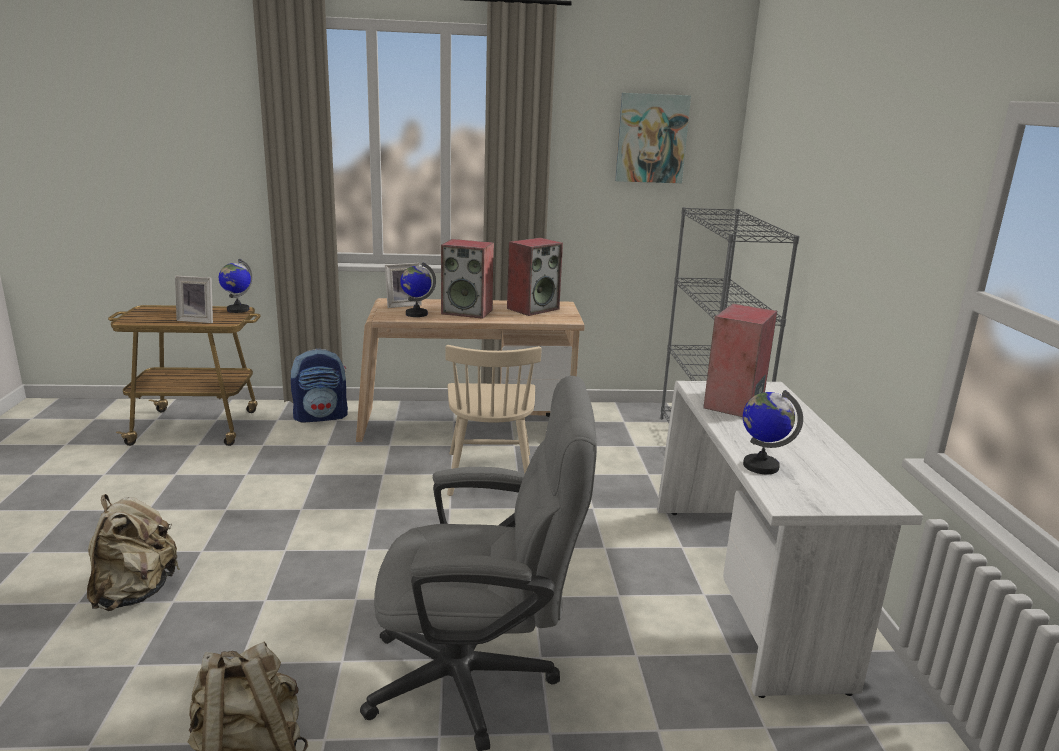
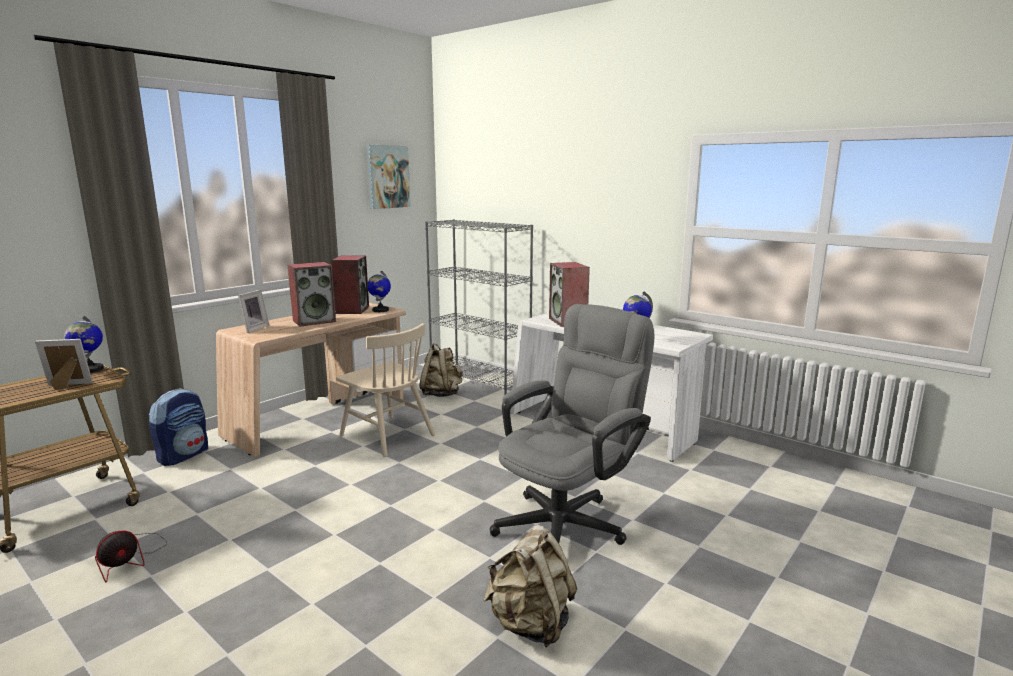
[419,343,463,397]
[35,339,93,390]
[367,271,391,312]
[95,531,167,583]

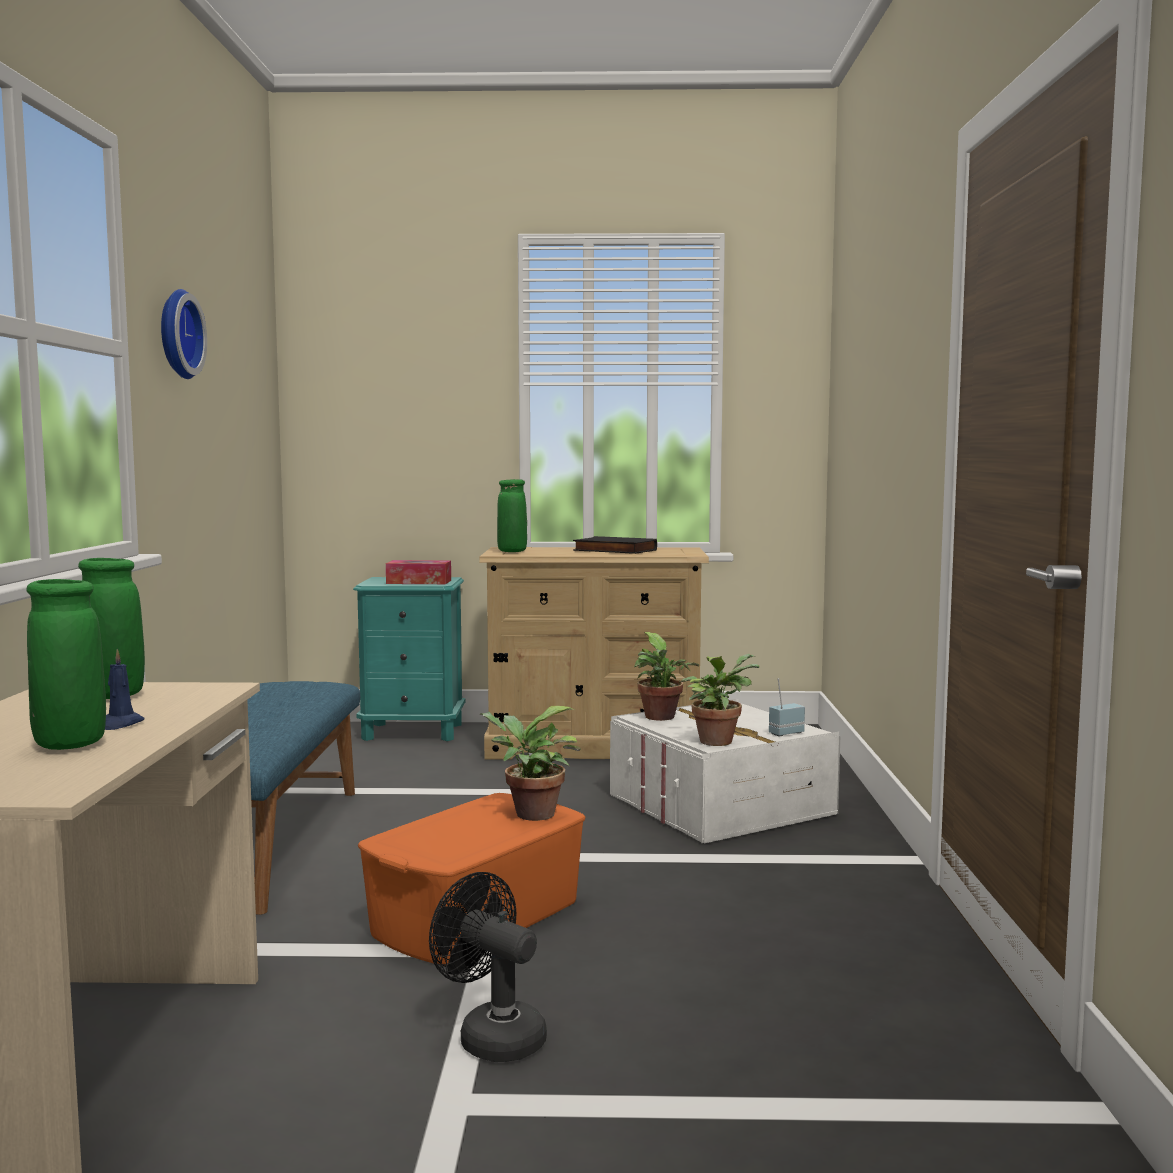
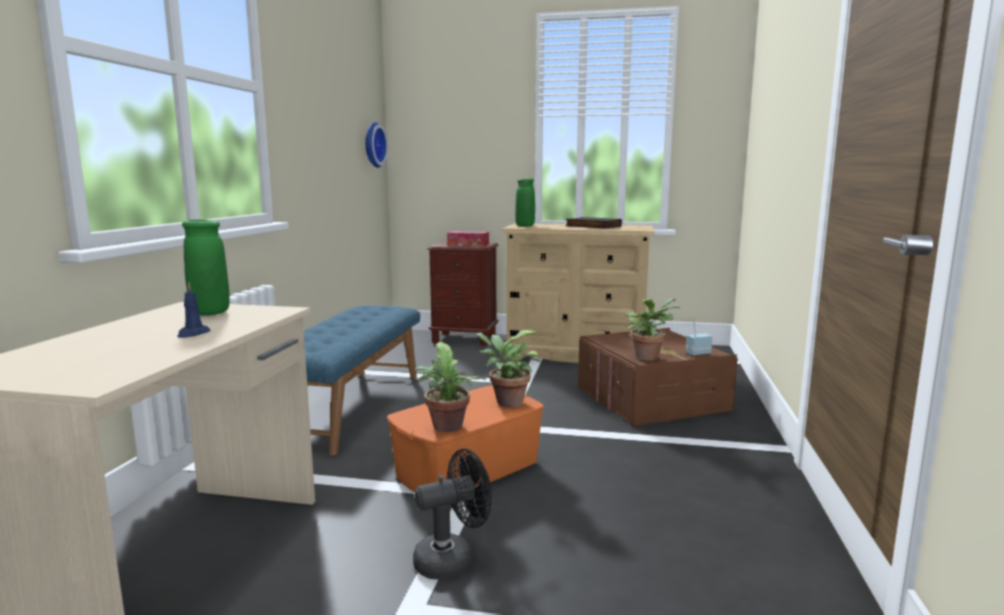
[26,579,106,750] (first image)
[365,122,388,168]
[427,242,498,346]
[413,449,492,580]
[578,328,738,426]
[414,342,486,432]

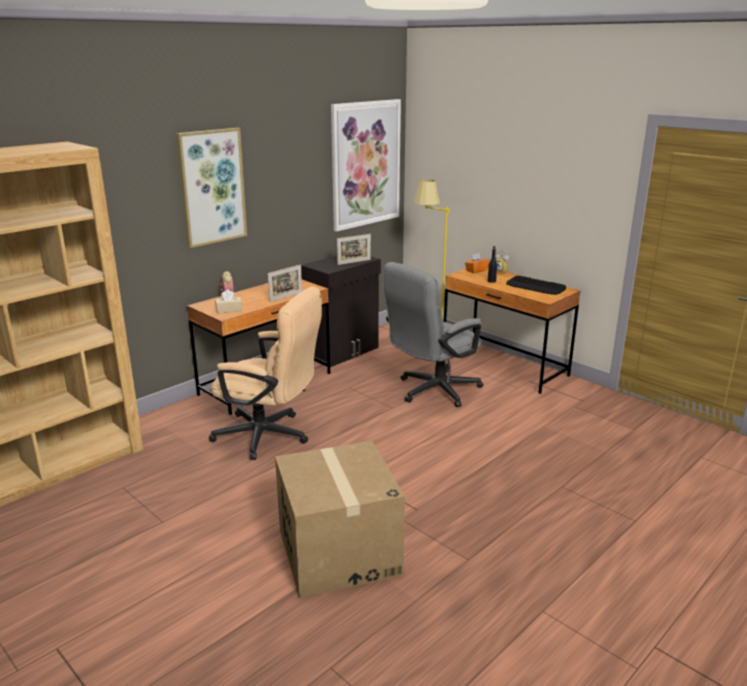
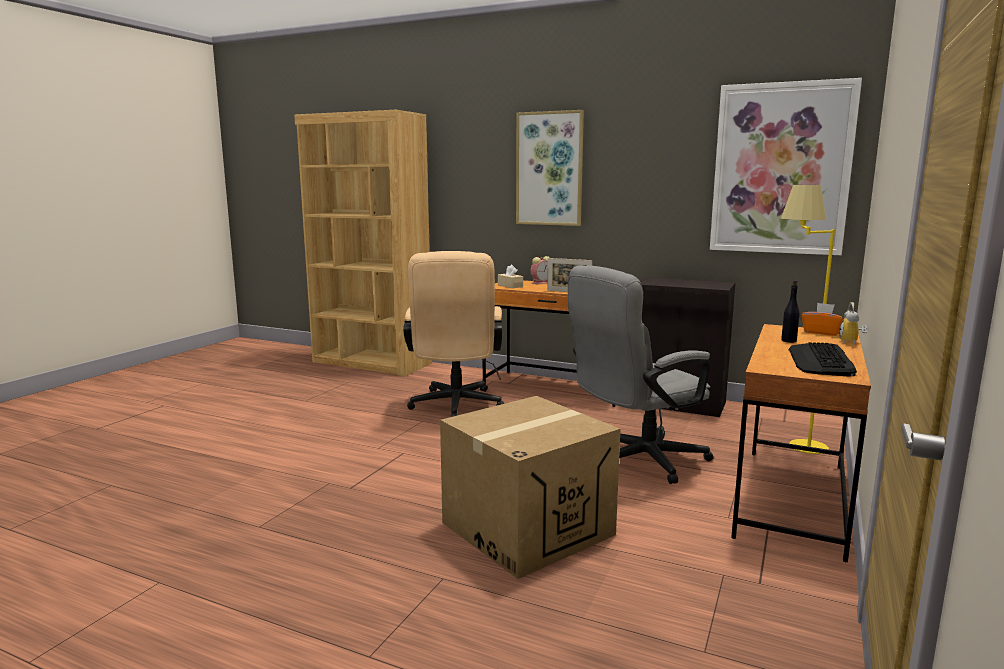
[440,396,621,579]
[337,234,371,265] (first image)
[568,265,713,484]

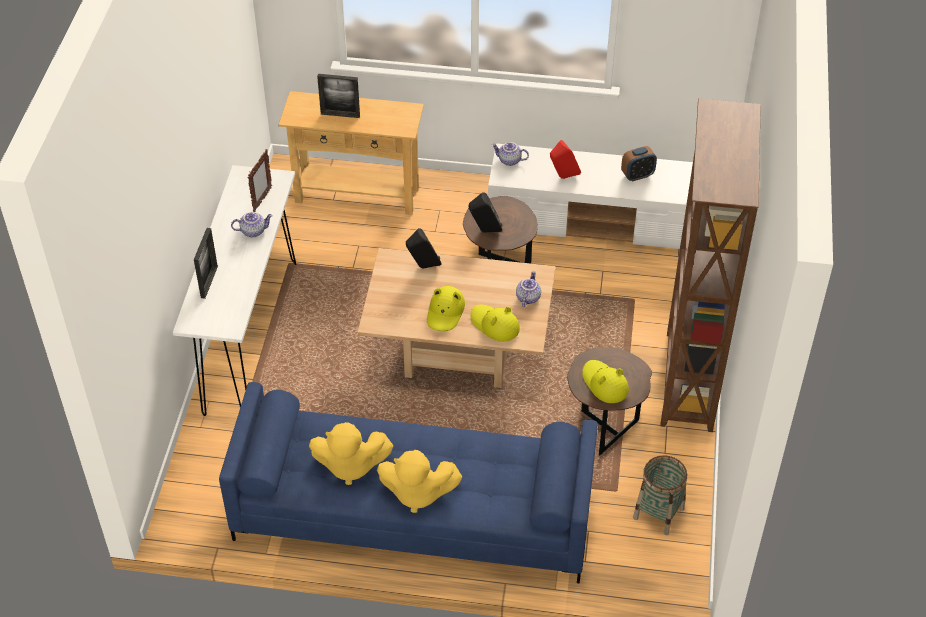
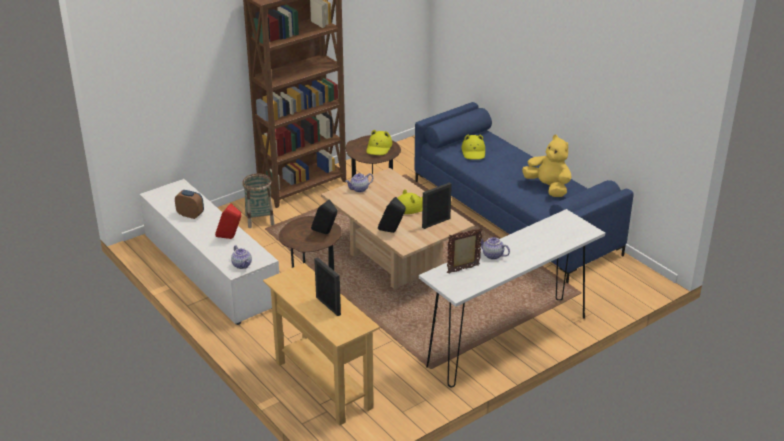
[422,182,452,229]
[377,450,462,513] (first image)
[462,135,485,159]
[242,173,274,228]

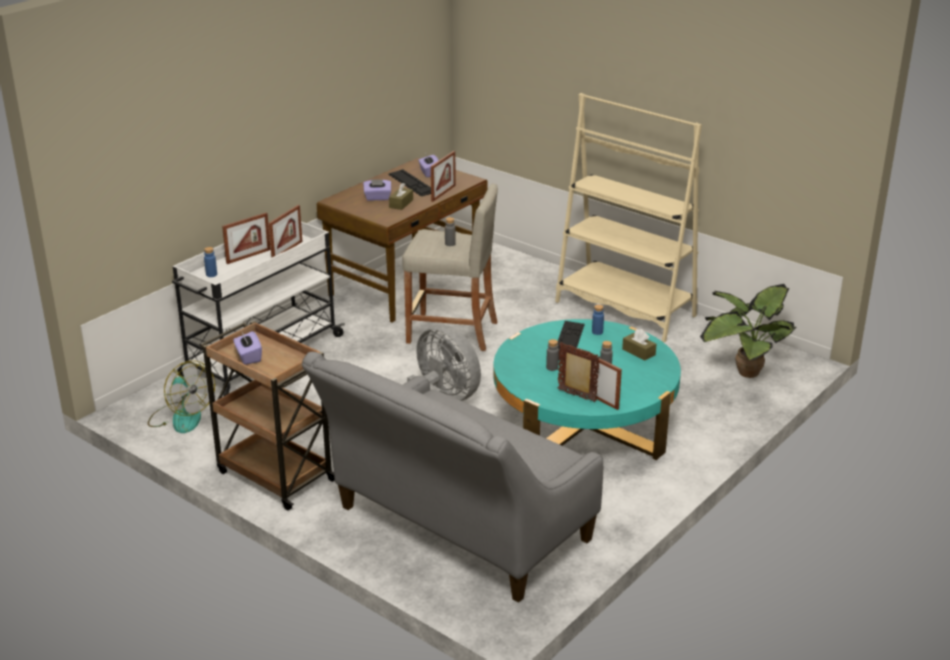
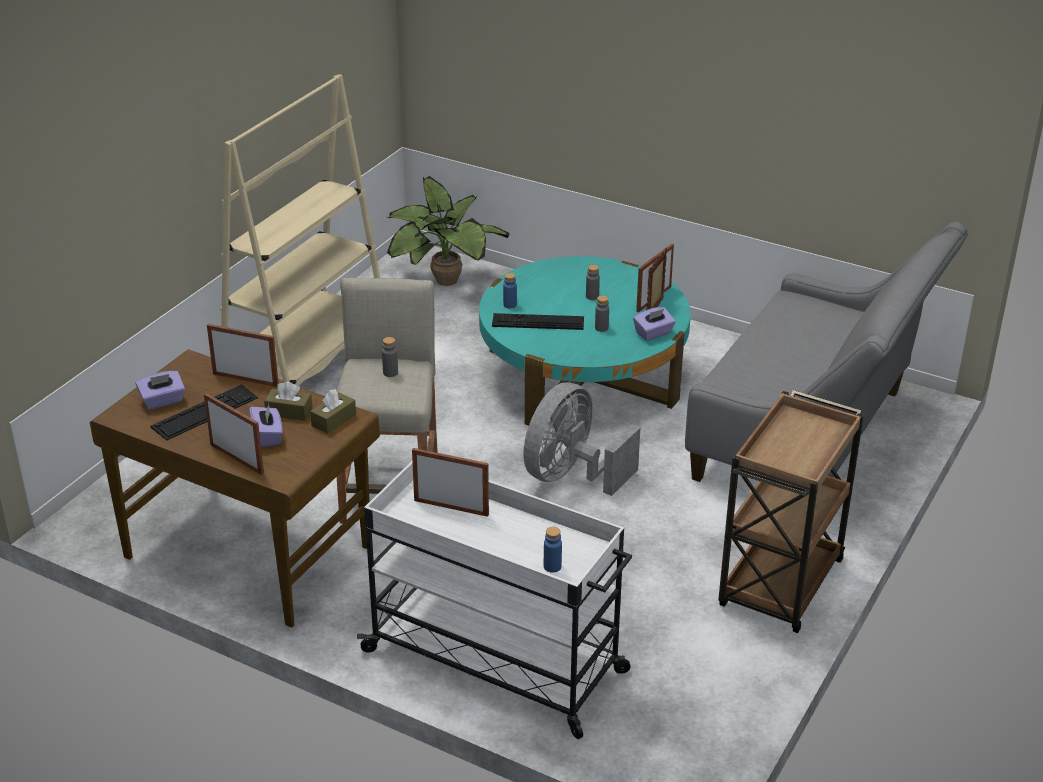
[148,360,215,433] (first image)
[204,393,264,475]
[633,307,676,341]
[310,389,356,434]

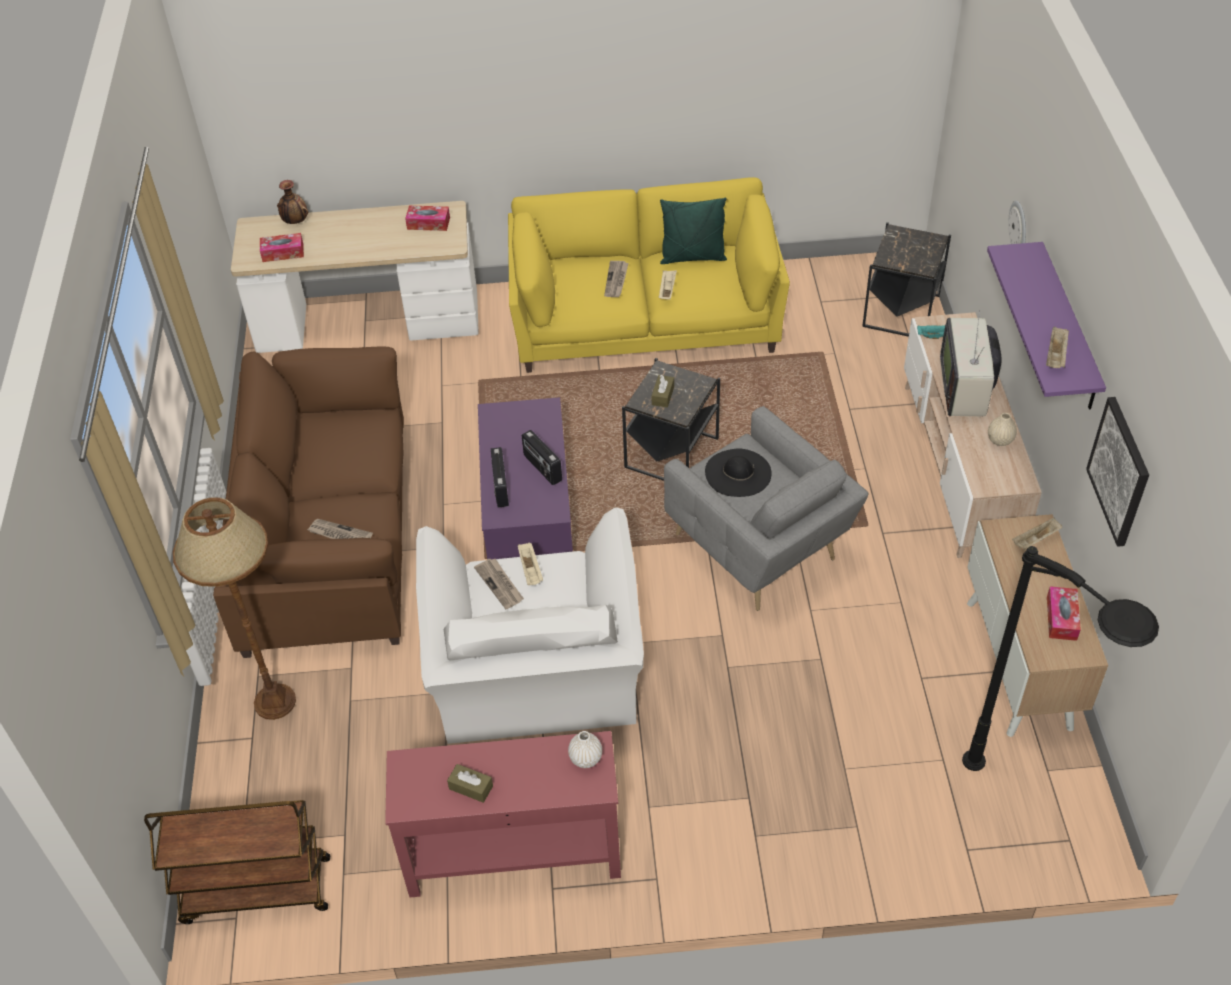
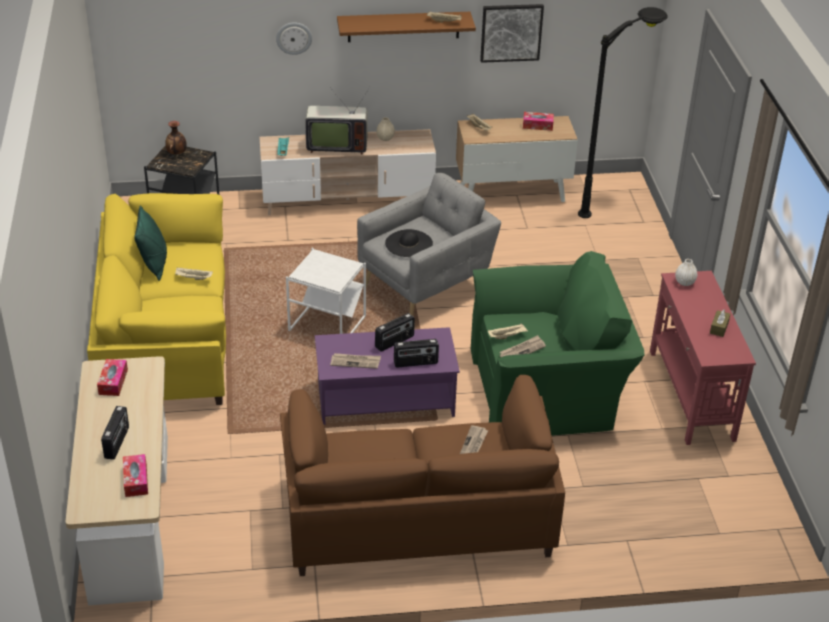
[144,800,330,924] (first image)
[173,497,296,720] (first image)
[165,121,187,154]
[471,251,644,436]
[330,353,381,369]
[286,248,366,334]
[652,375,674,408] (first image)
[337,12,476,42]
[101,406,129,460]

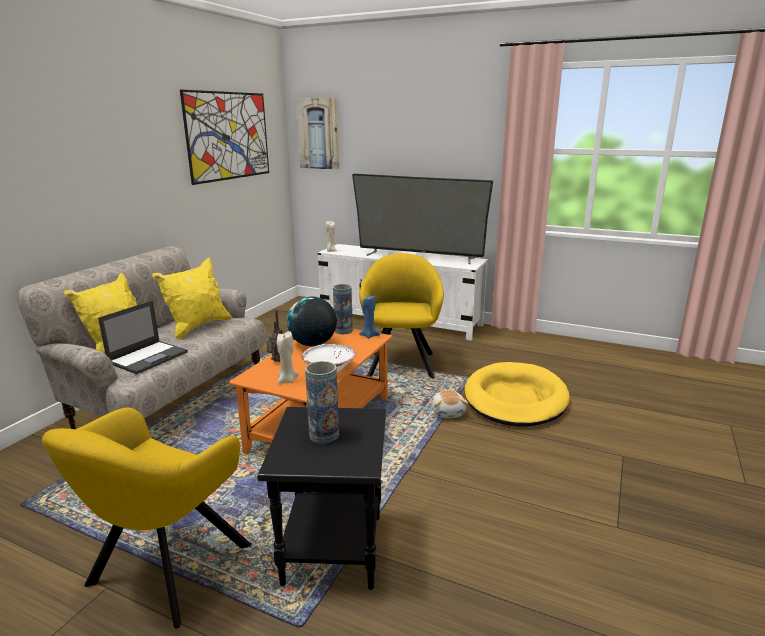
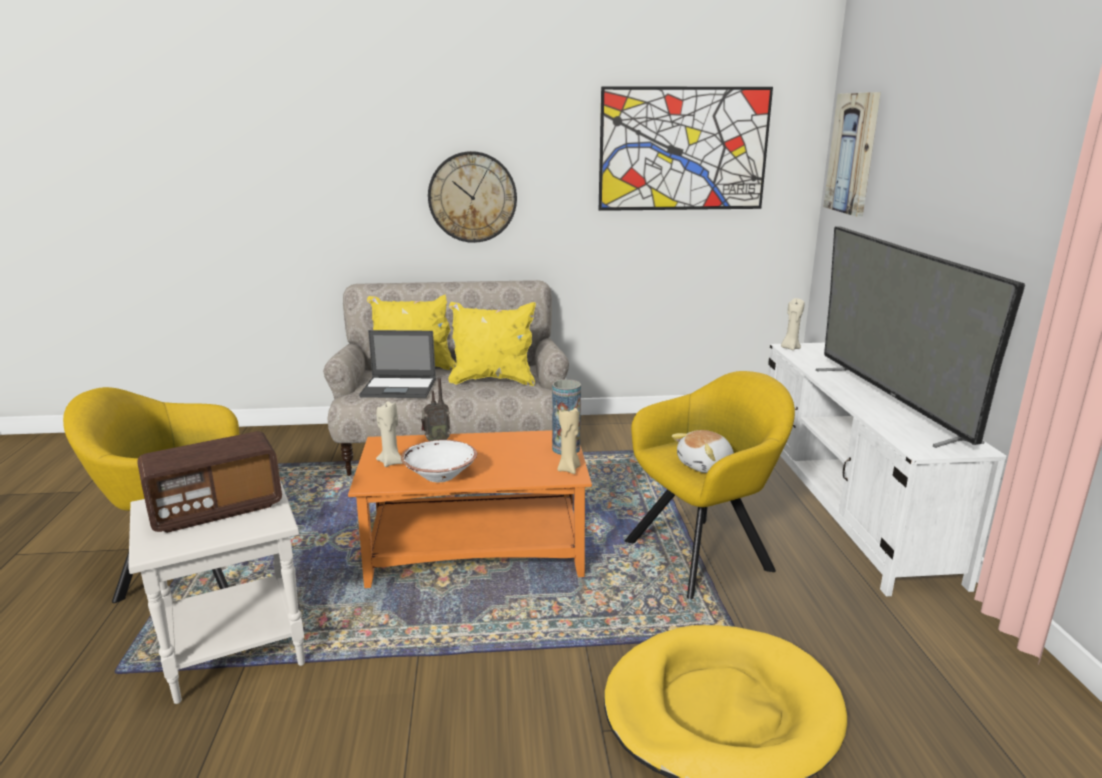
[128,480,305,704]
[287,297,337,346] (first image)
[137,431,282,533]
[557,408,581,474]
[672,430,734,473]
[428,151,517,243]

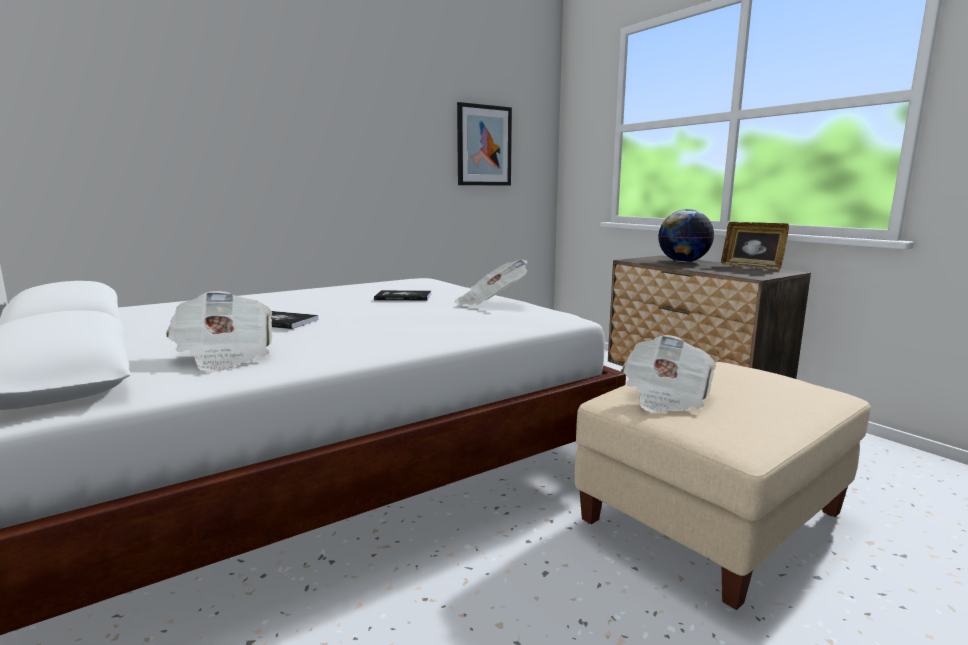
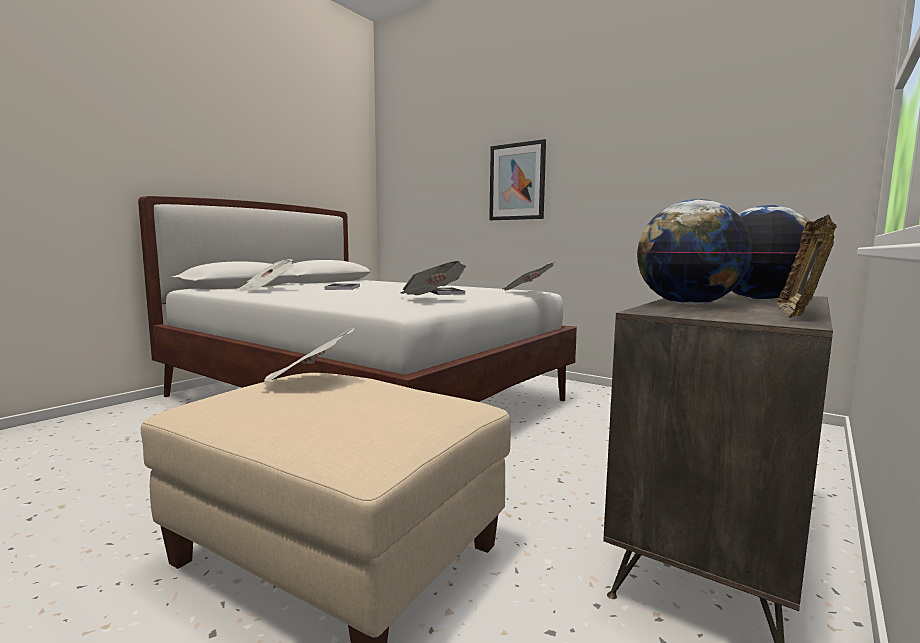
[489,139,546,220]
[502,261,556,291]
[637,199,753,305]

